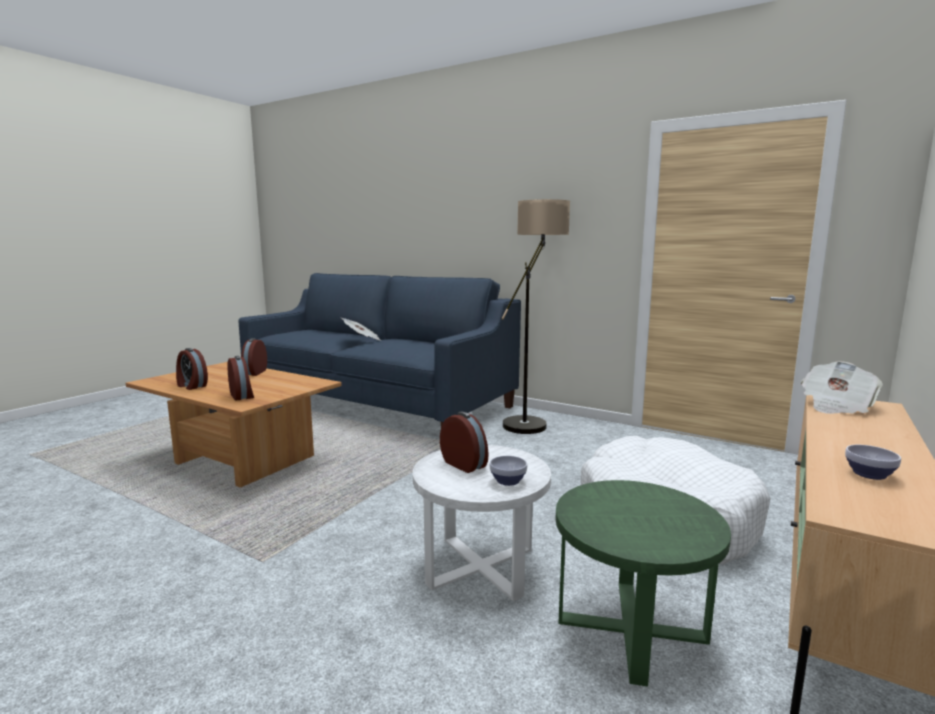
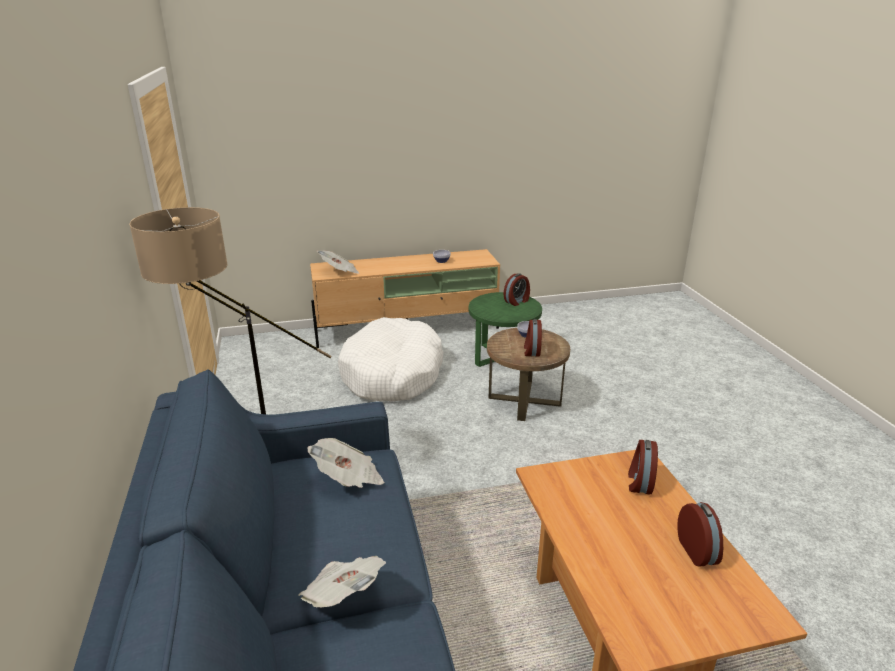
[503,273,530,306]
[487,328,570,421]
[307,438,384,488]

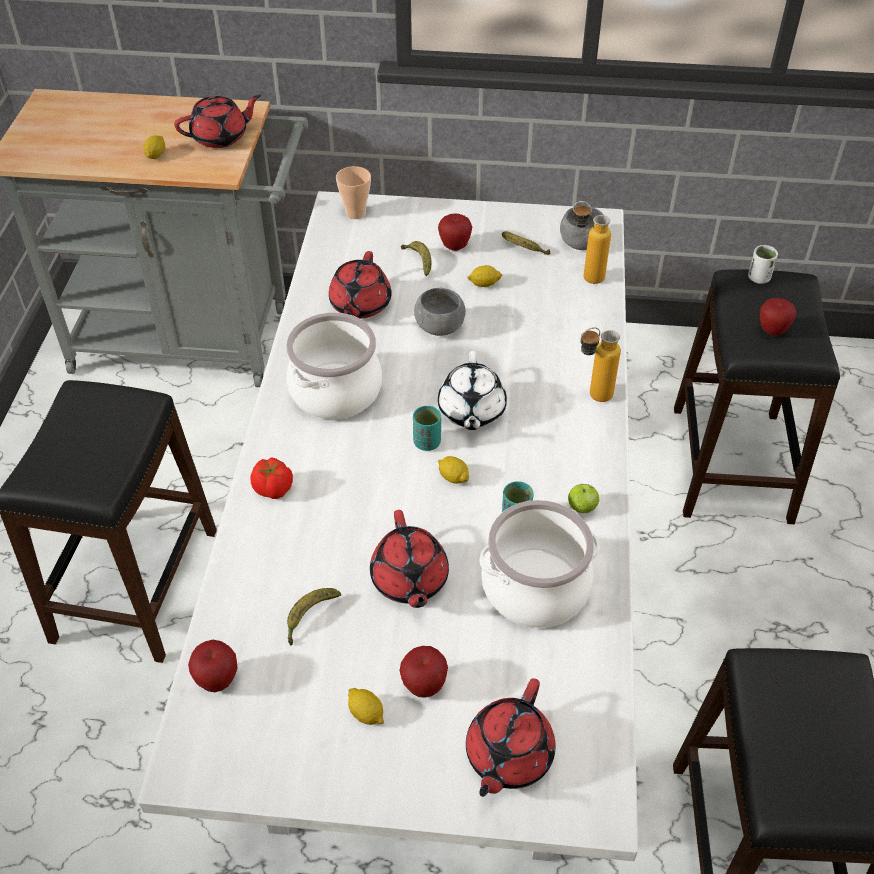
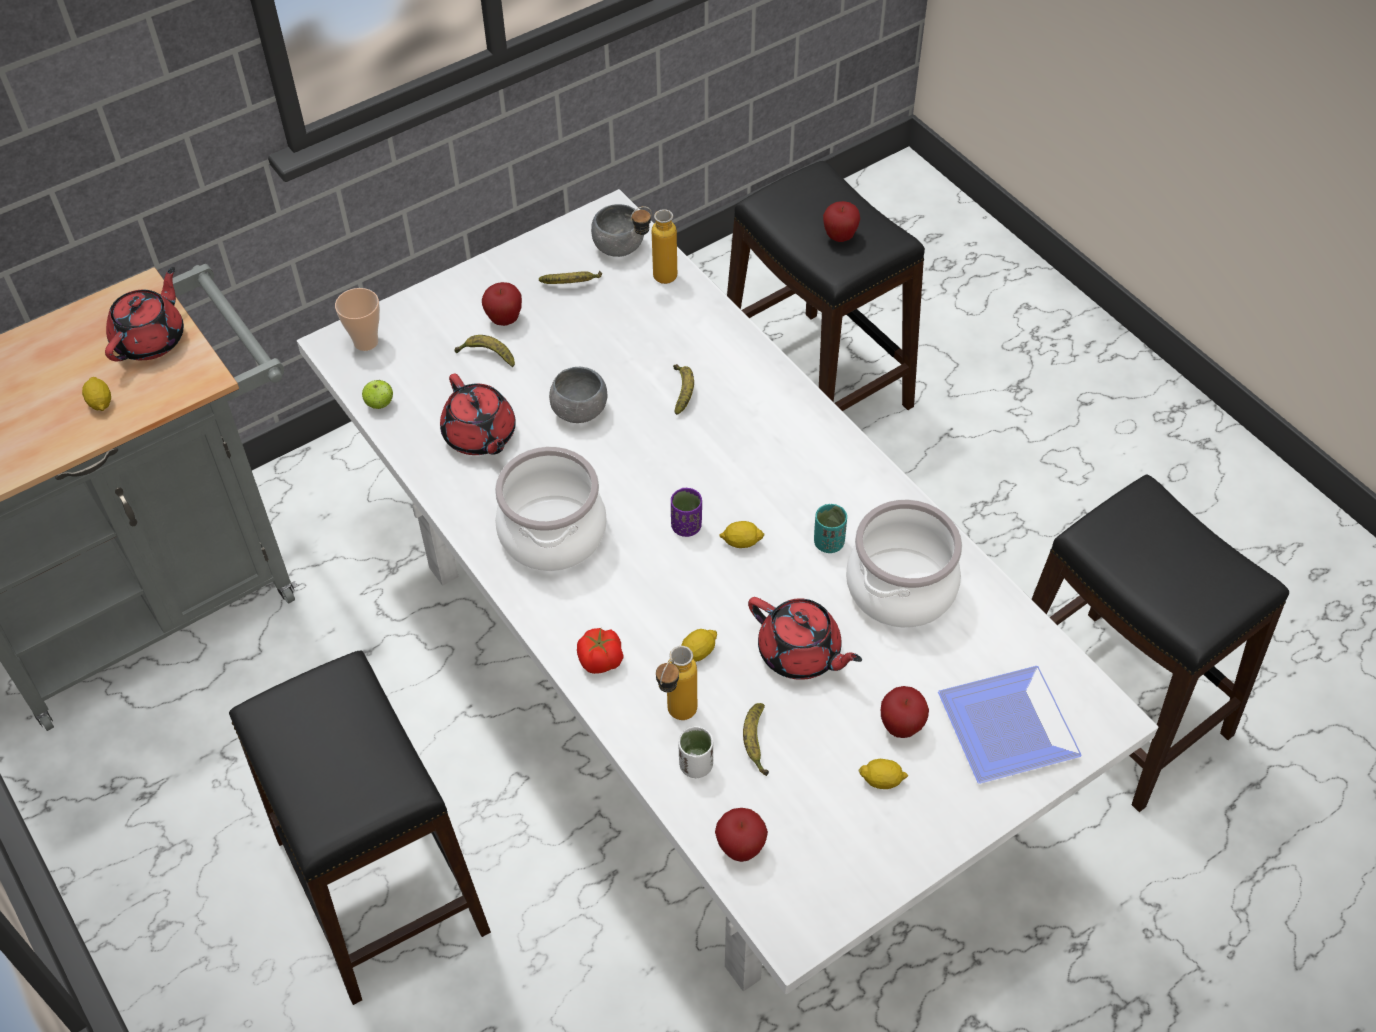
[671,488,702,537]
[438,351,507,430] (first image)
[938,666,1082,784]
[681,629,717,662]
[362,380,393,409]
[656,646,697,720]
[678,726,713,778]
[673,364,694,415]

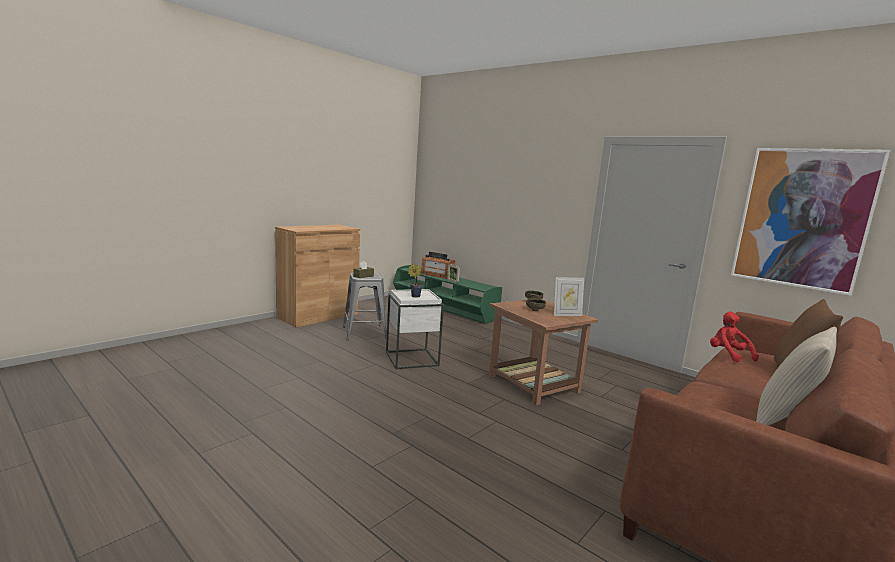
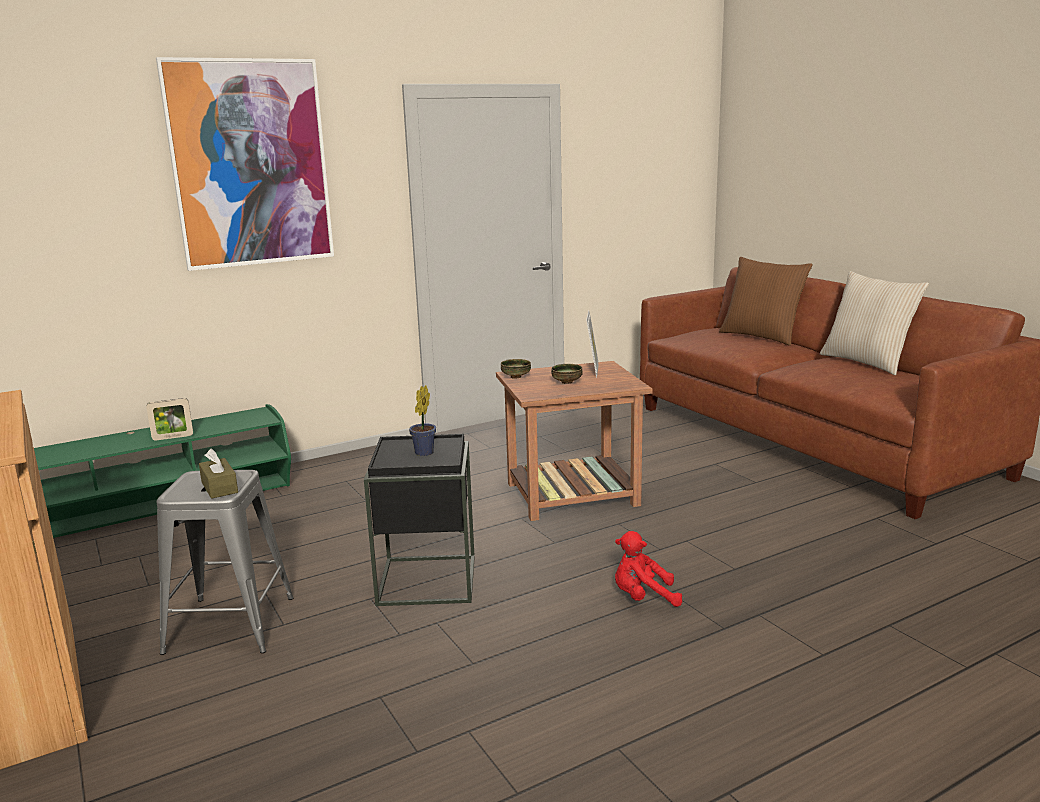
[364,434,475,606]
[421,252,455,279] (first image)
[615,531,682,607]
[156,57,334,271]

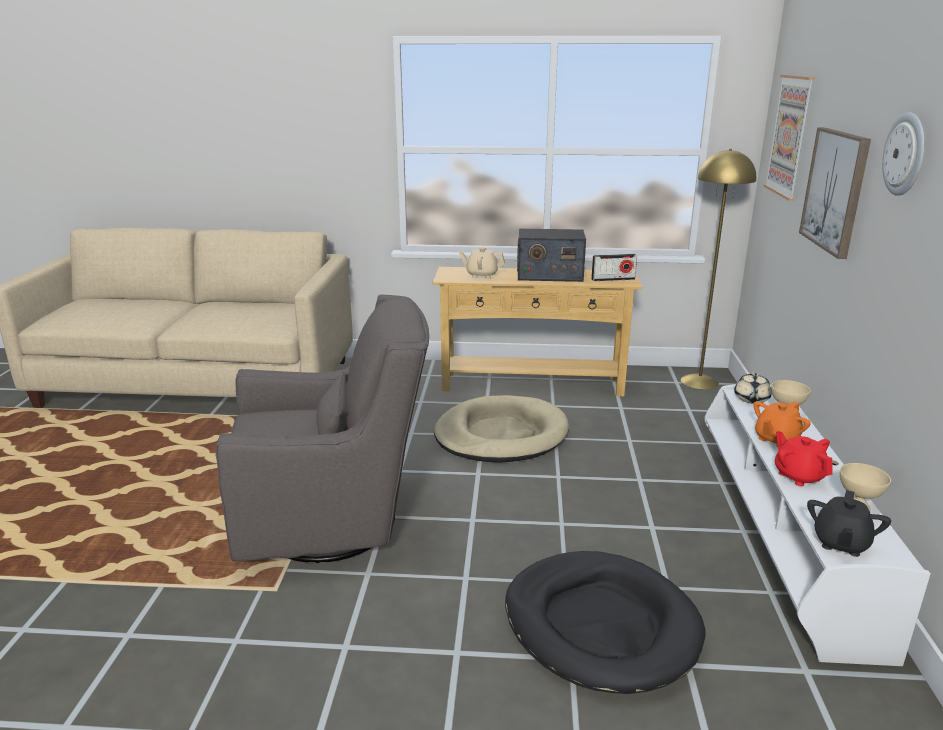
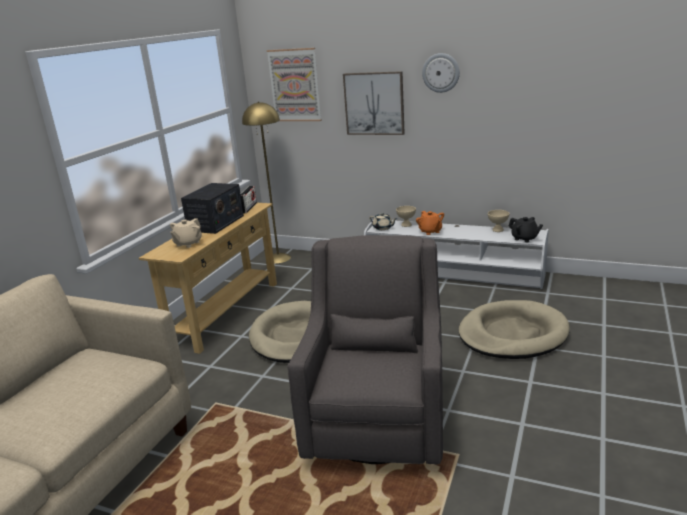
[459,300,570,359]
[775,431,833,486] (first image)

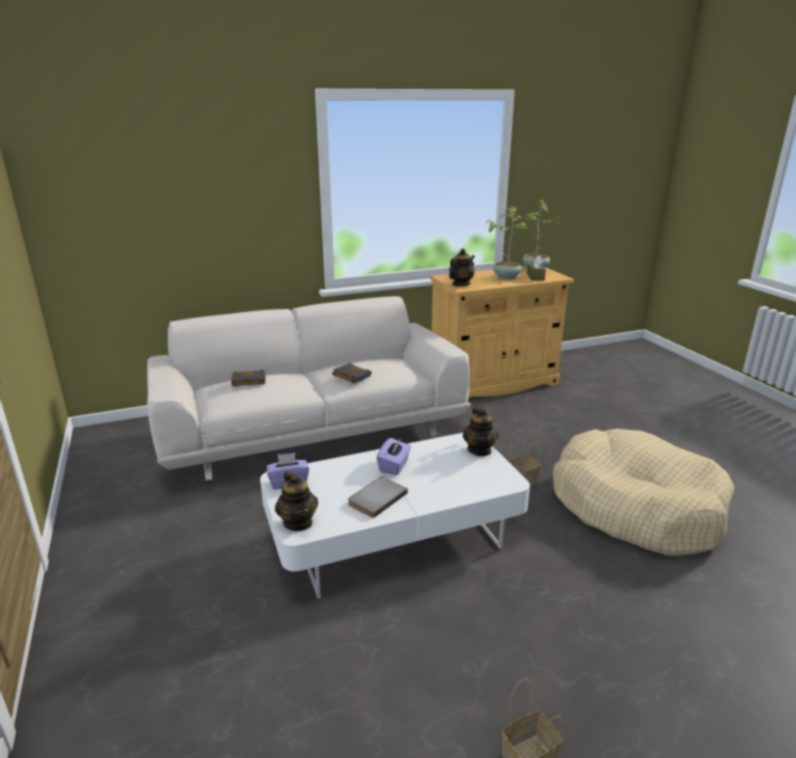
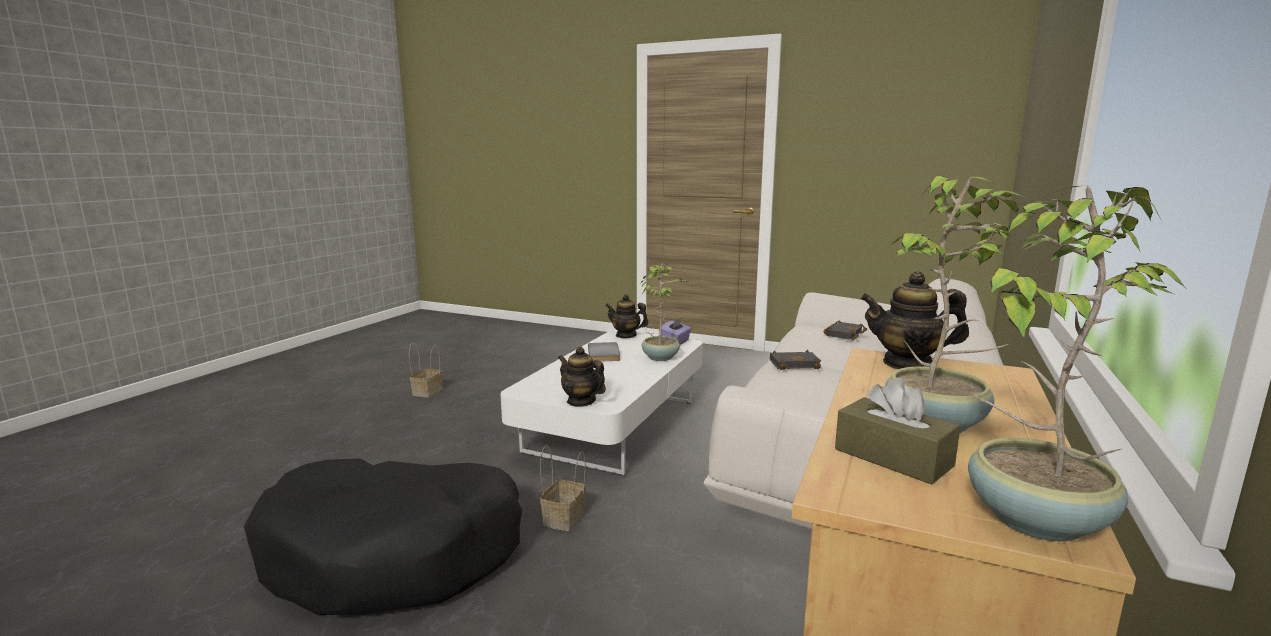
[377,437,411,475] (first image)
[861,271,969,369]
[244,458,522,615]
[641,263,688,361]

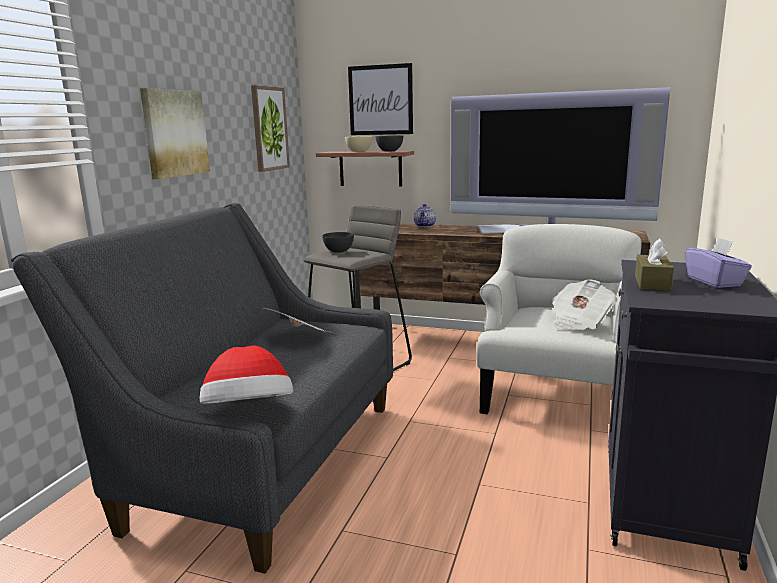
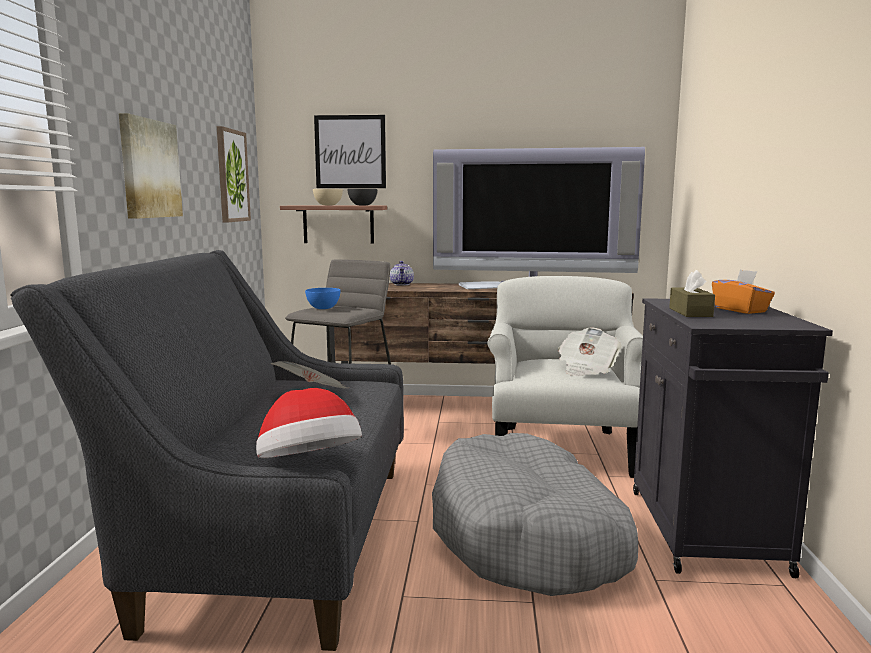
[305,288,340,309]
[712,269,775,314]
[432,433,638,596]

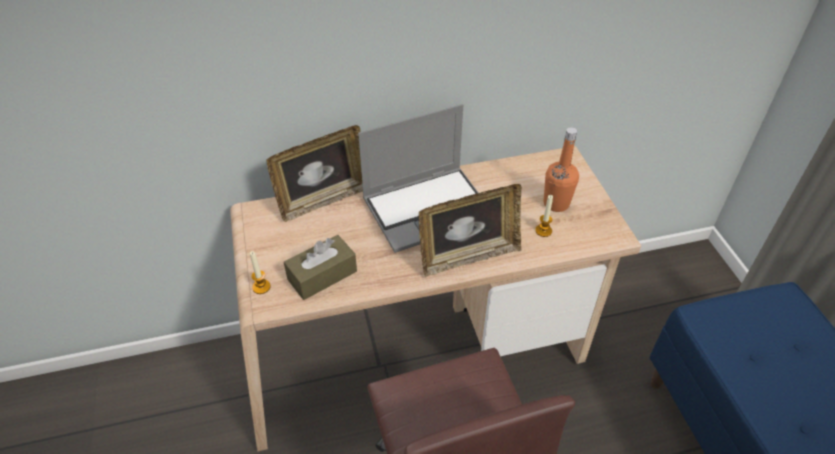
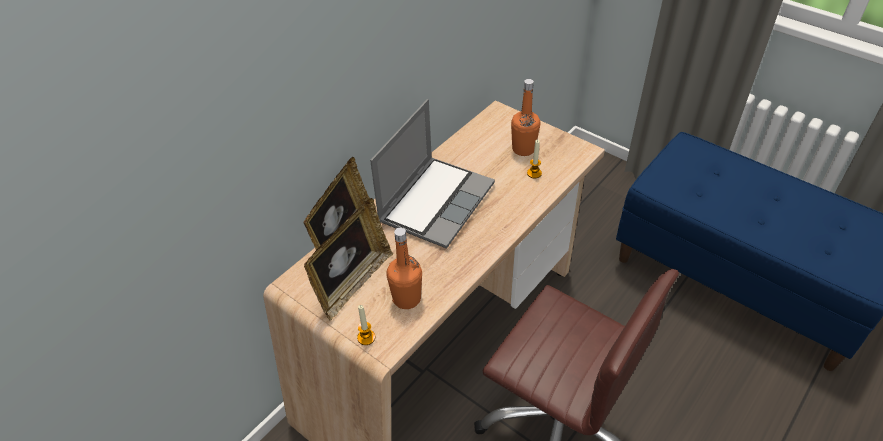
[386,227,422,309]
[304,198,393,321]

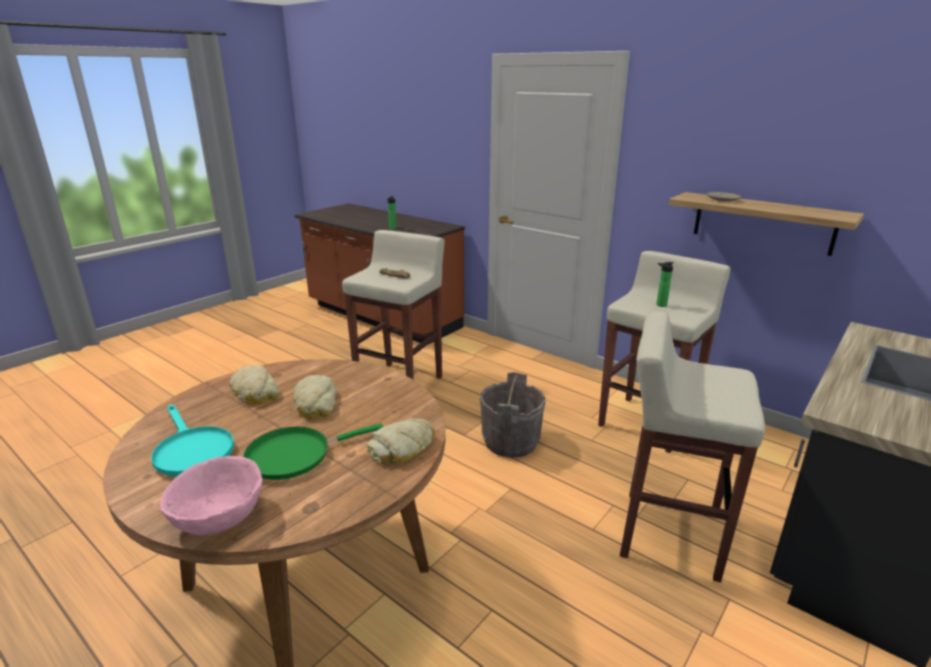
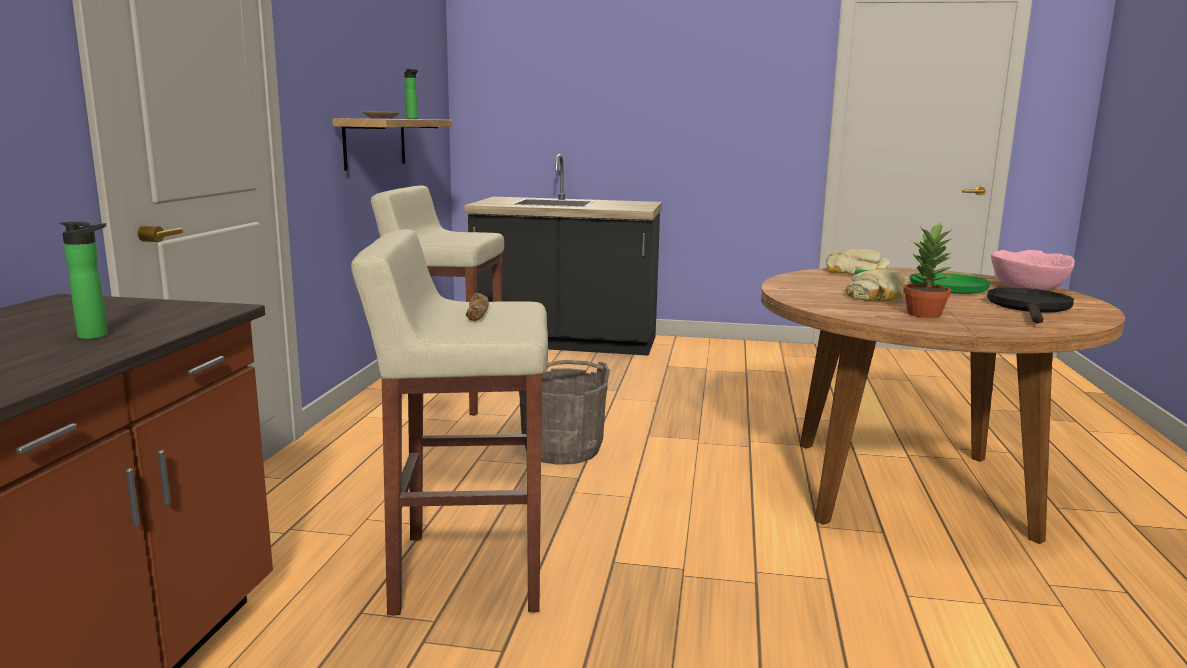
[987,288,1074,323]
[903,223,955,318]
[620,311,765,583] (first image)
[404,69,418,119]

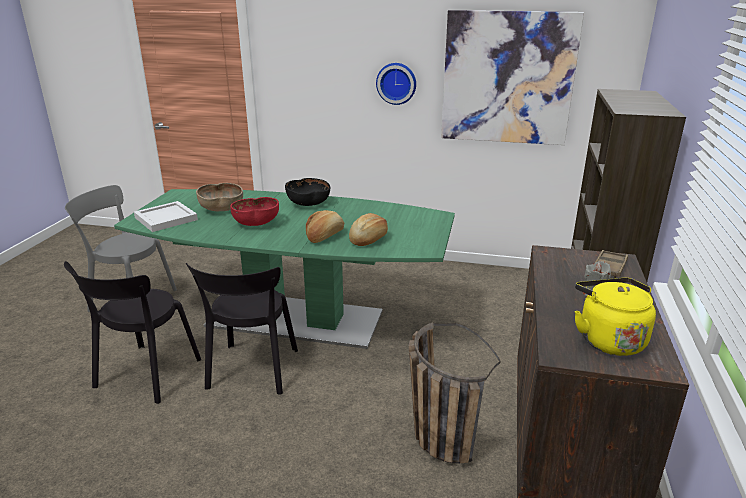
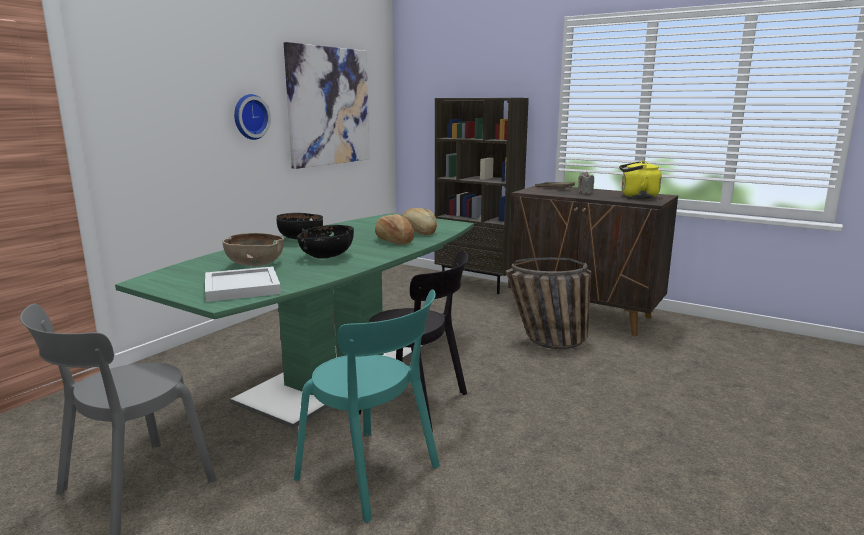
[294,289,440,523]
[297,225,354,258]

